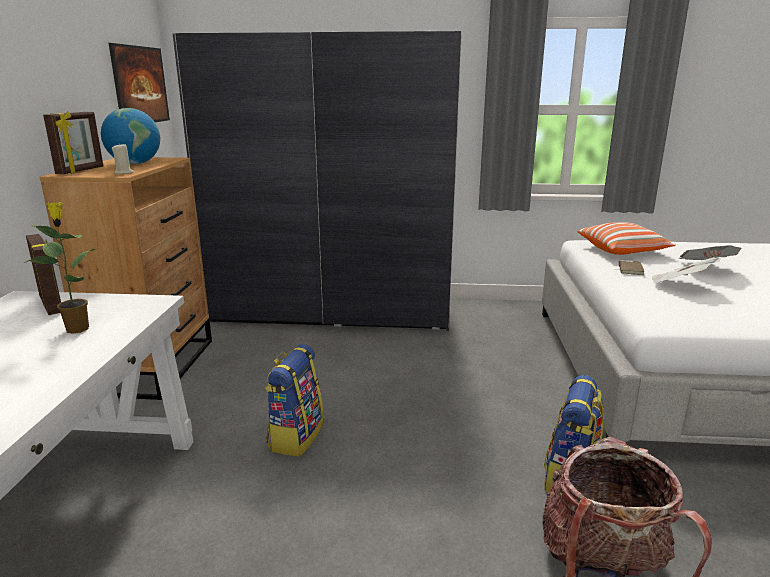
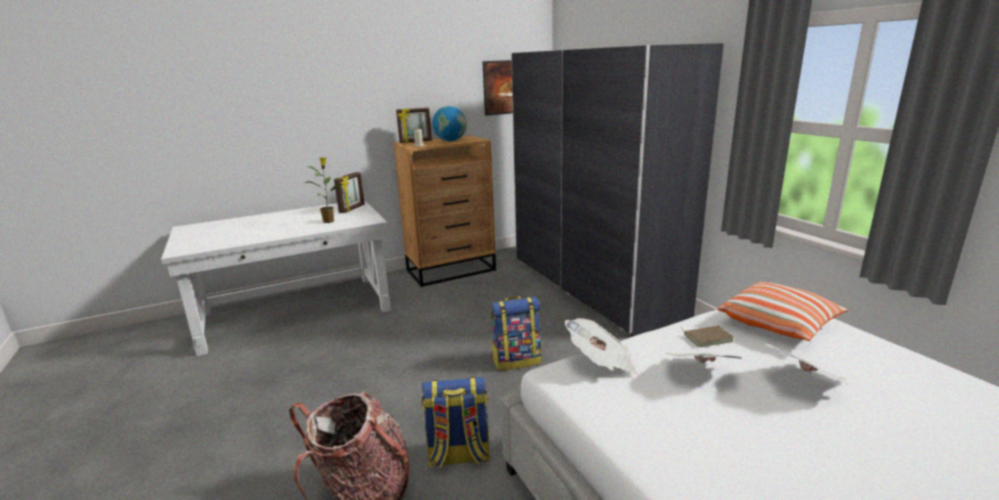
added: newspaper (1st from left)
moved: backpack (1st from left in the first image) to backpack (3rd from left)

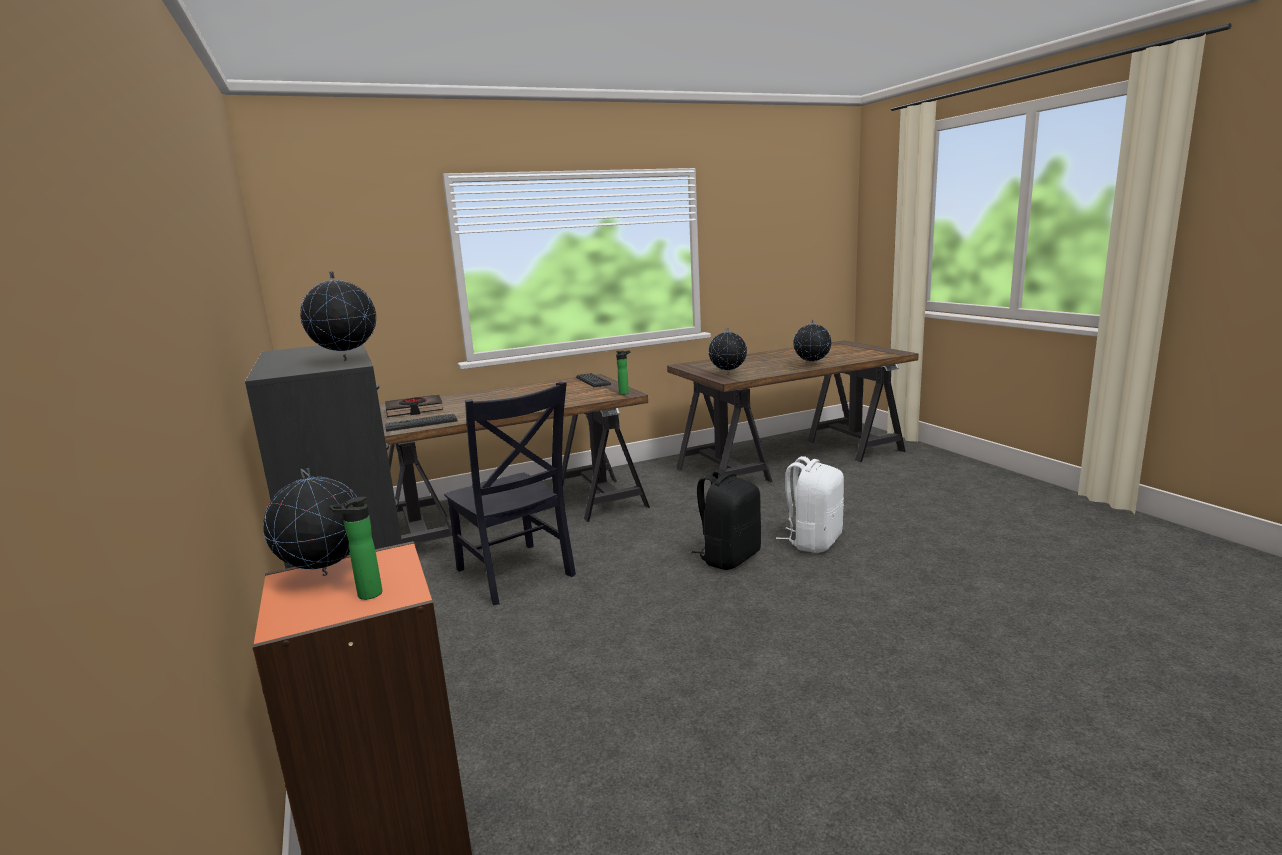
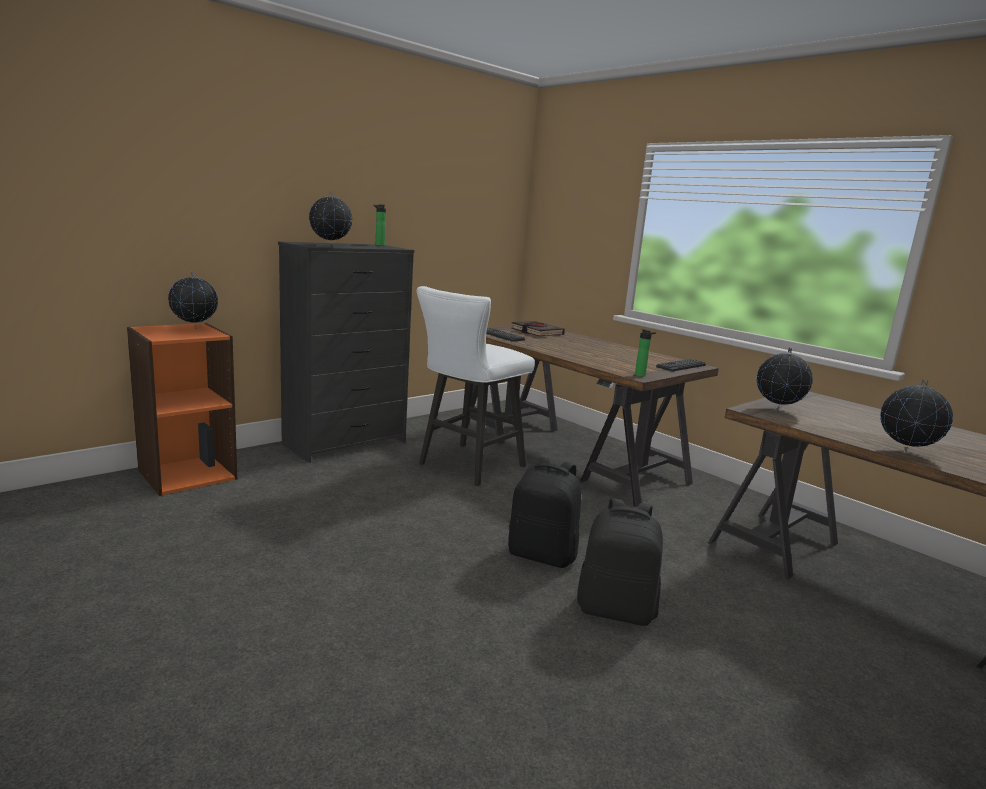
moved: bottle (1st from left)
replaced: black chair to white stool
recoloured: white backpack to black backpack (2nd from left)

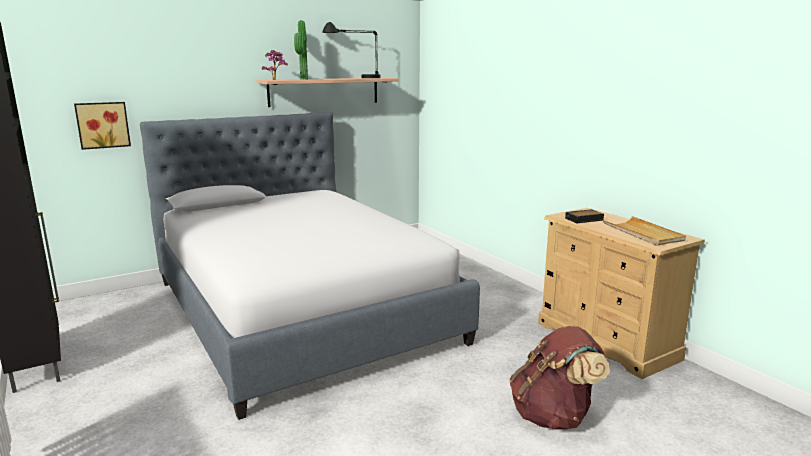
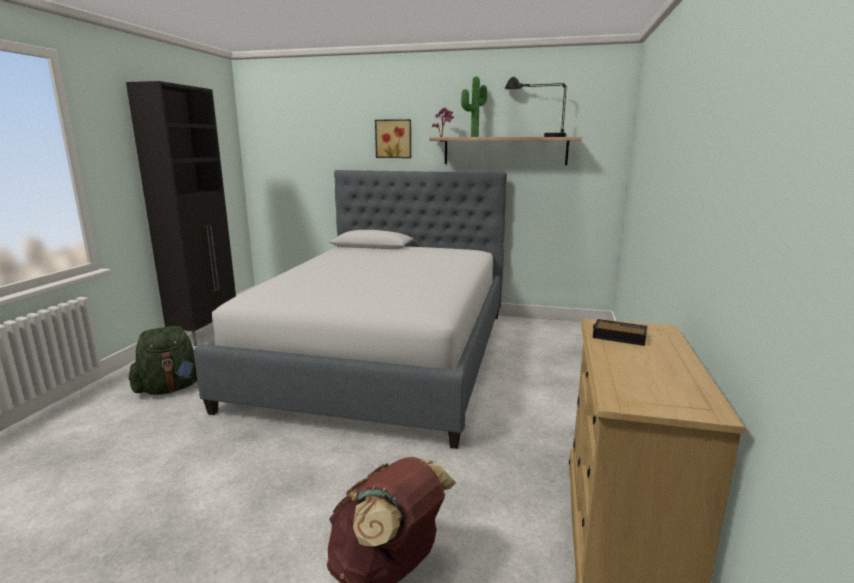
removed: beige tray
added: green backpack
moved: picture

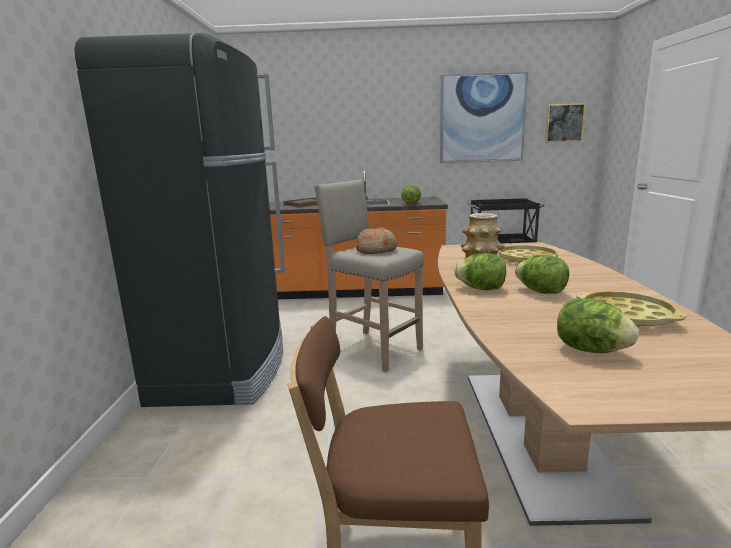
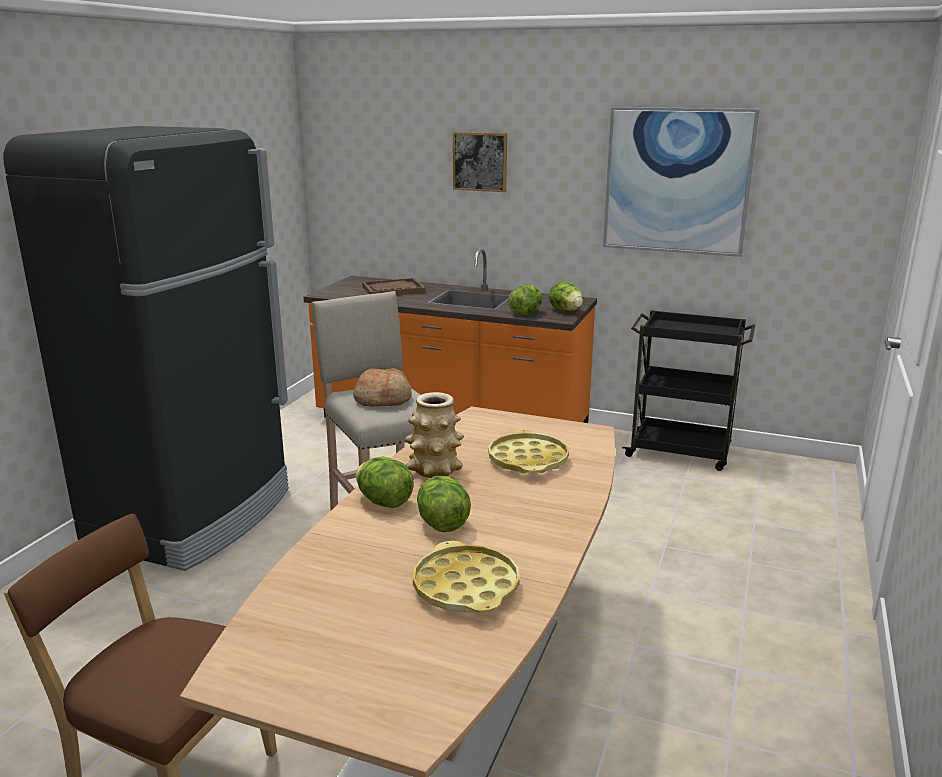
moved: picture (2nd from left in the first image) to picture (1st from left); lettuce (4th from left)

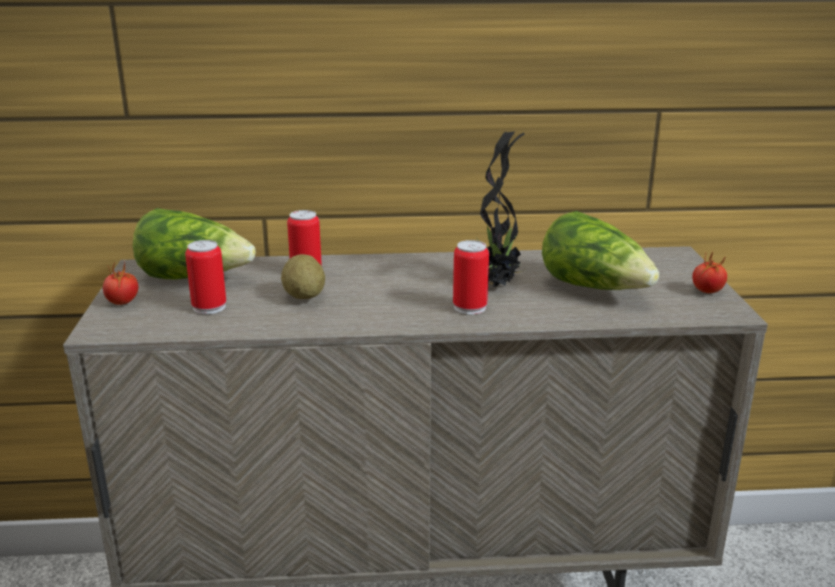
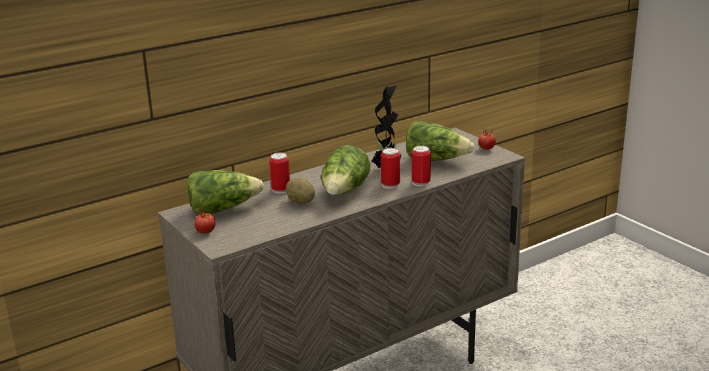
added: lettuce (2nd from left)
moved: can (1st from left in the first image) to can (3rd from left)

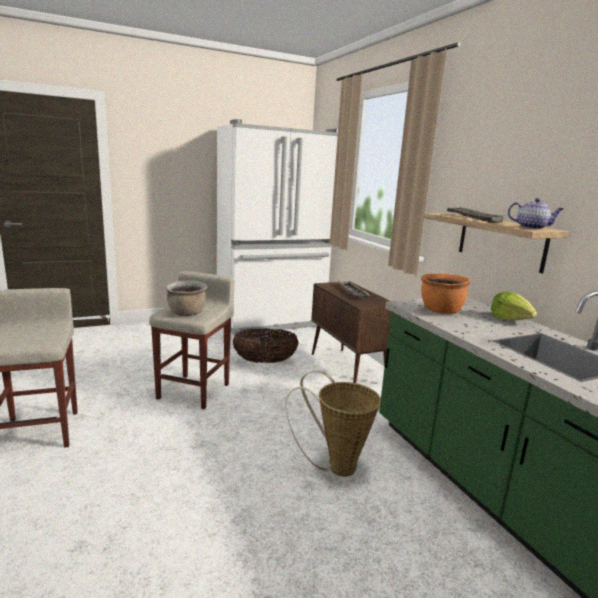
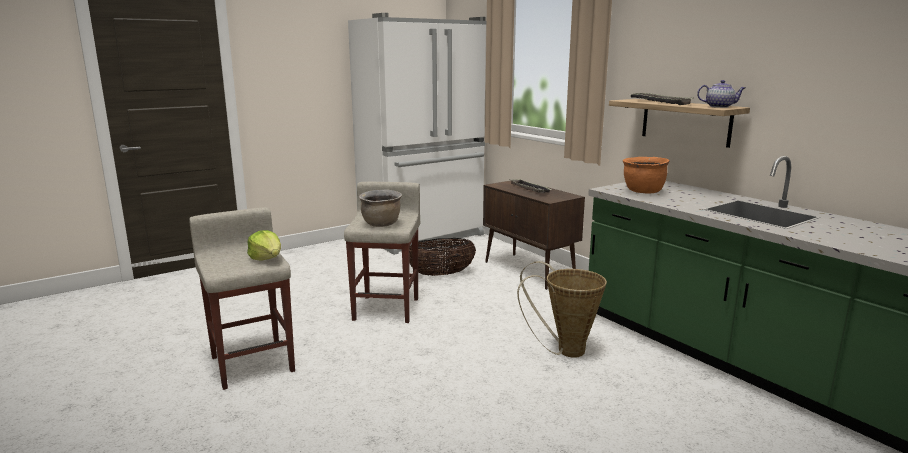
moved: lettuce

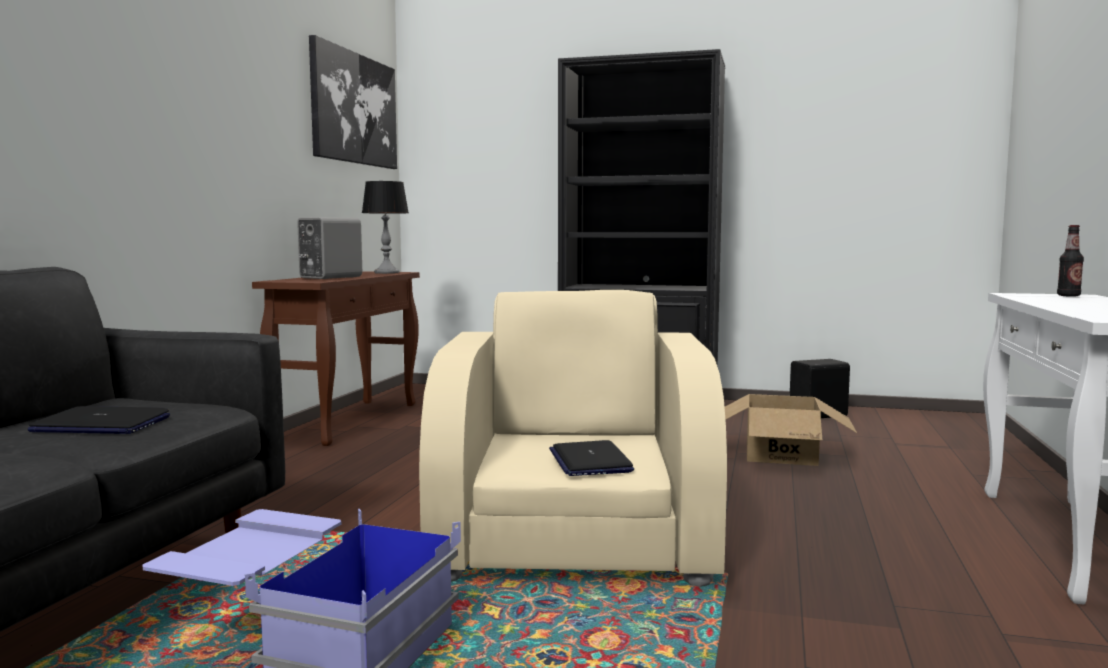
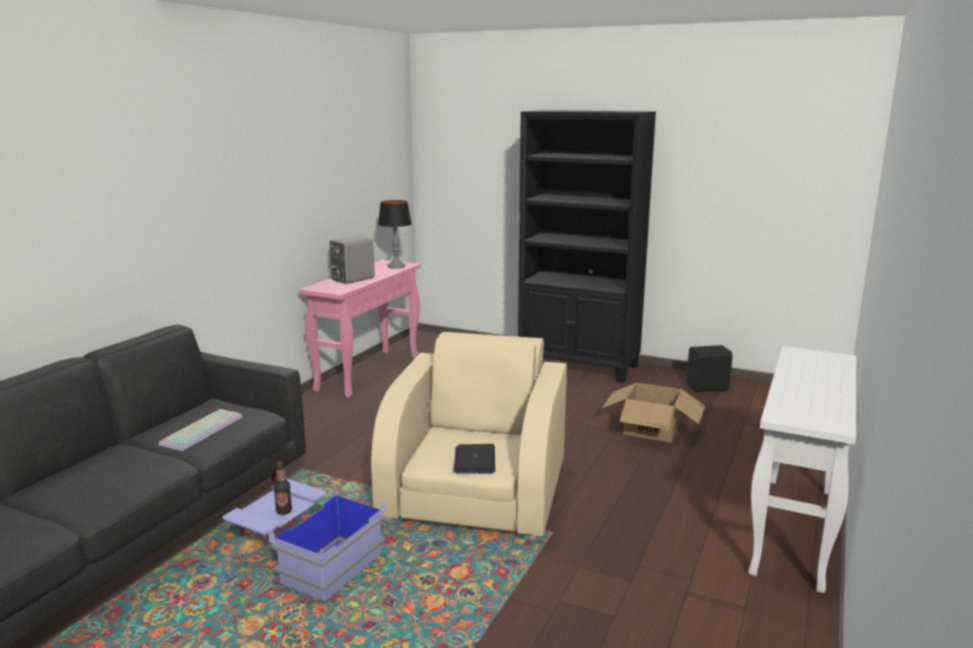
removed: picture
moved: bottle
replaced: laptop (1st from left) to keyboard
recoloured: brown console table to pink console table

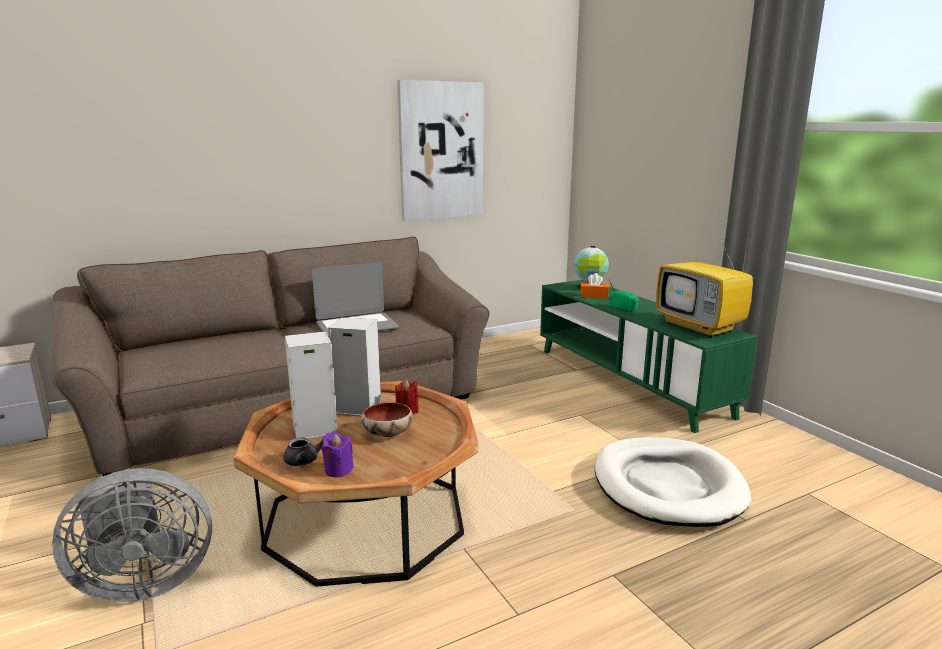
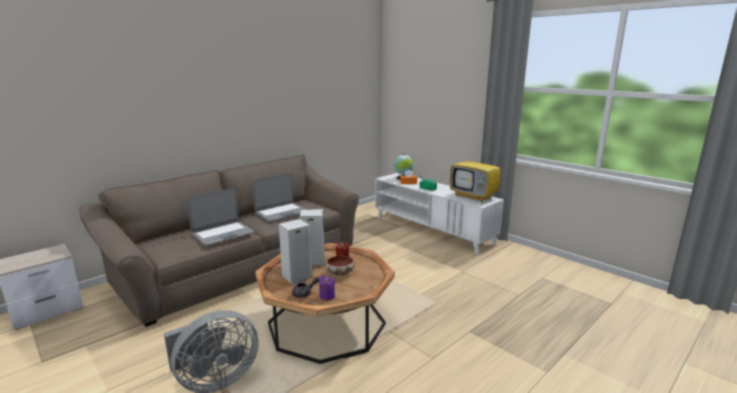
removed: picture; white dog bed
added: laptop (1st from left)
recoloured: green tv stand to white tv stand

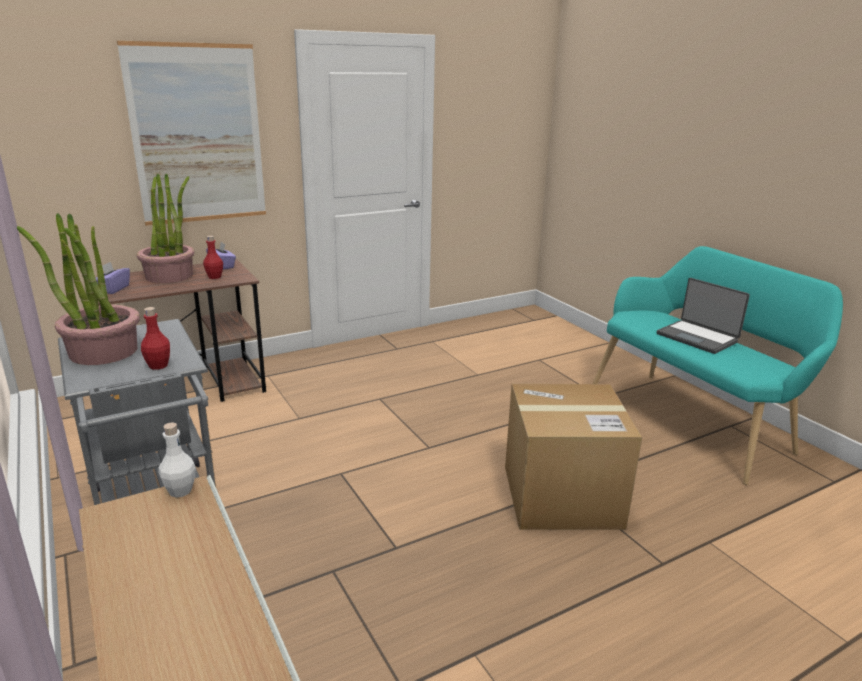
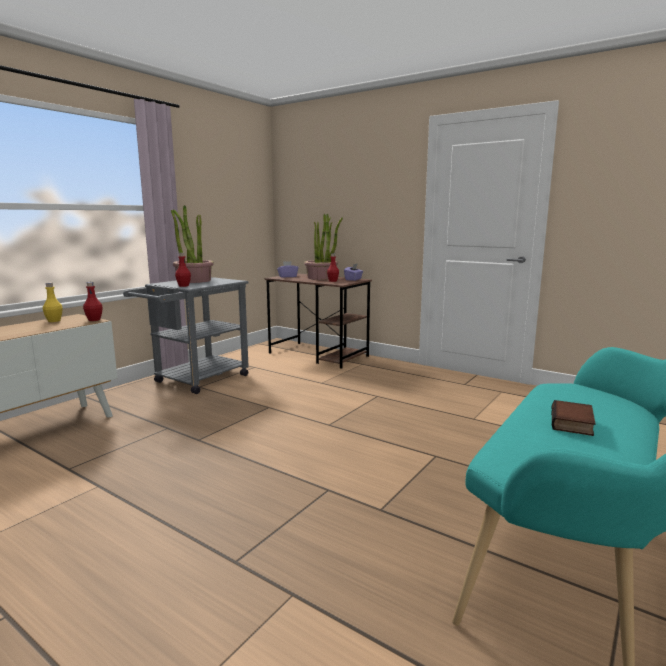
removed: picture; cardboard box
added: yellow bottle
replaced: laptop to book
recoloured: white bottle to red bottle (1st from left)

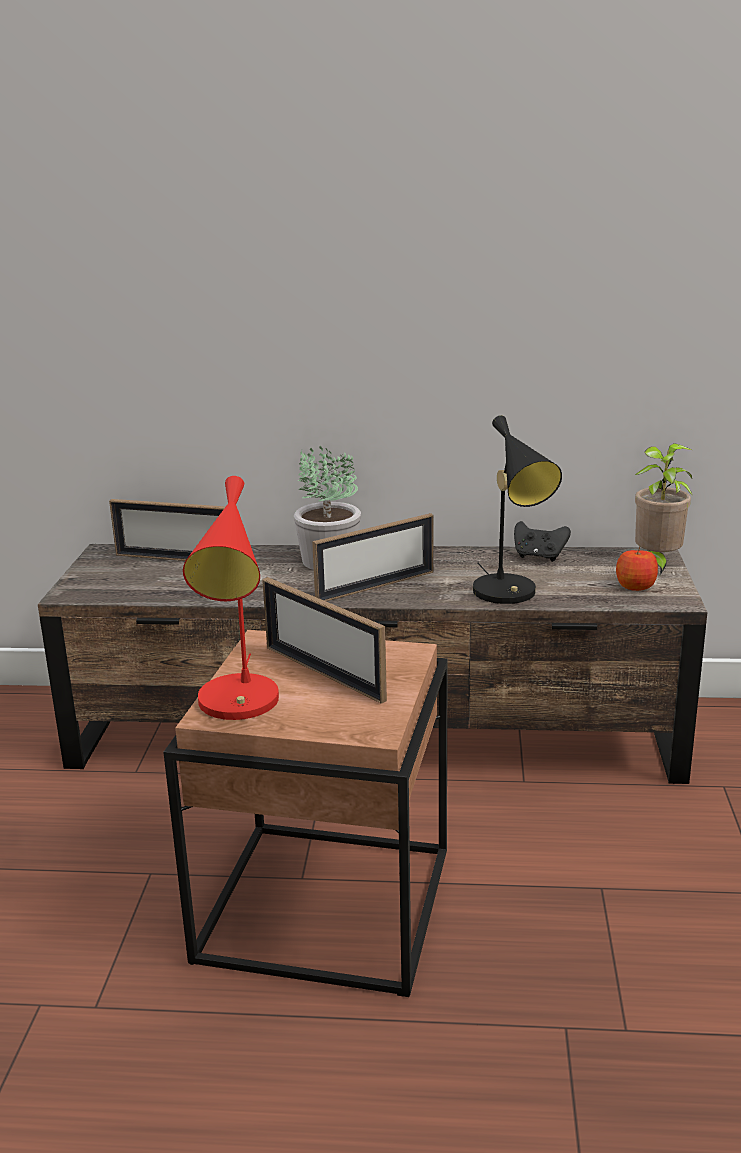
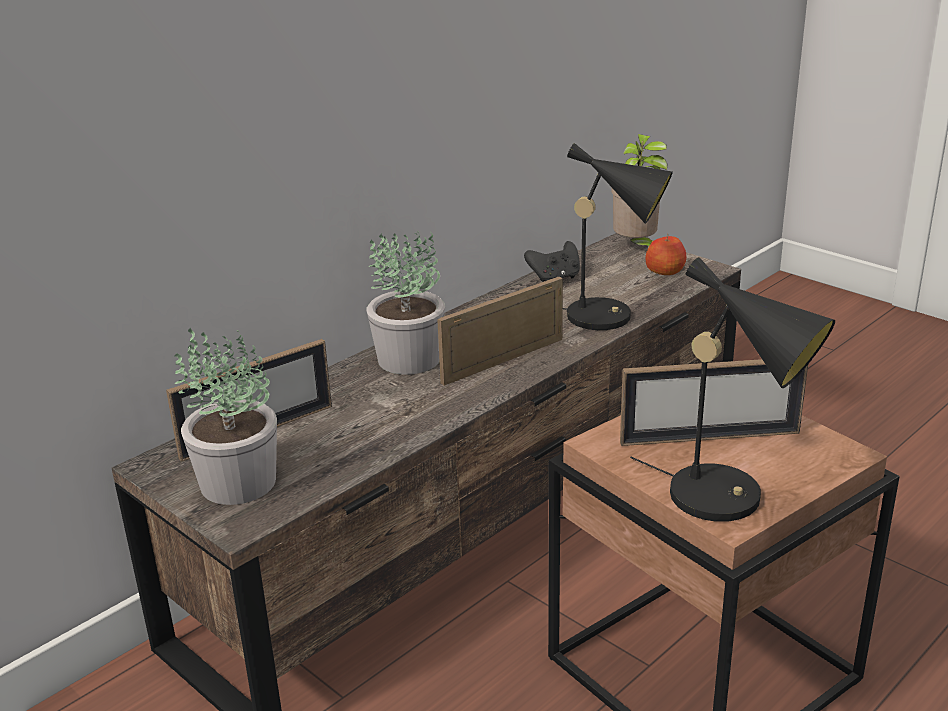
added: potted plant (1st from left)
recoloured: red table lamp to black table lamp (2nd from left)
turned: picture frame (3rd from left in the first image) 135 degrees counterclockwise

